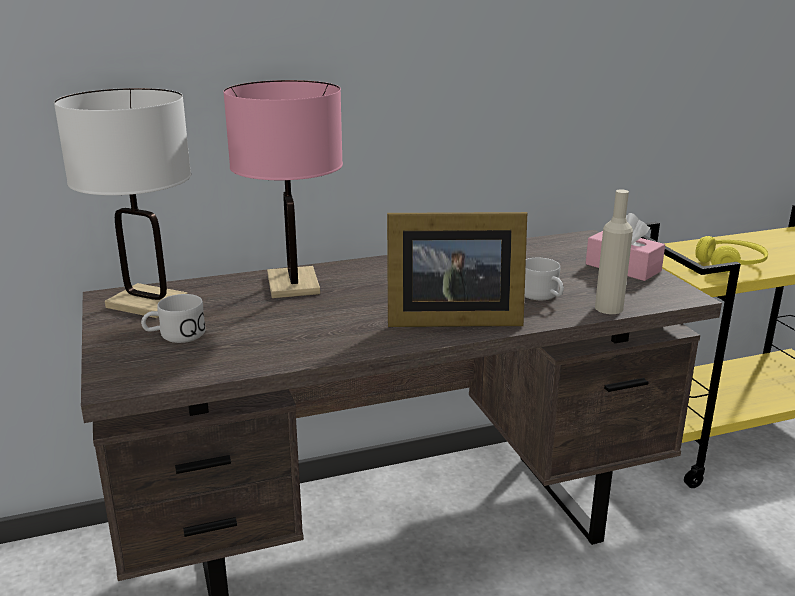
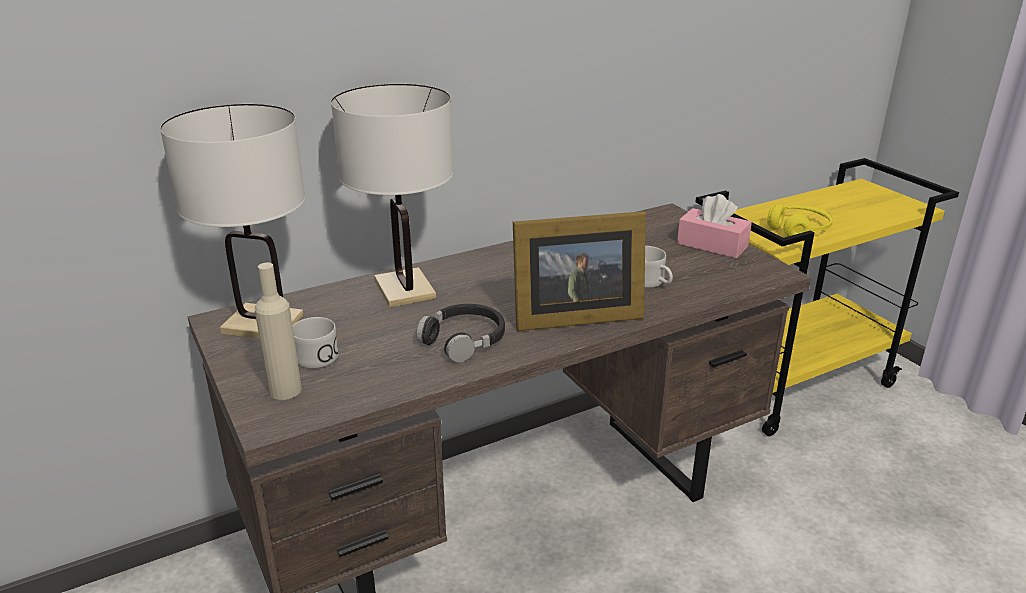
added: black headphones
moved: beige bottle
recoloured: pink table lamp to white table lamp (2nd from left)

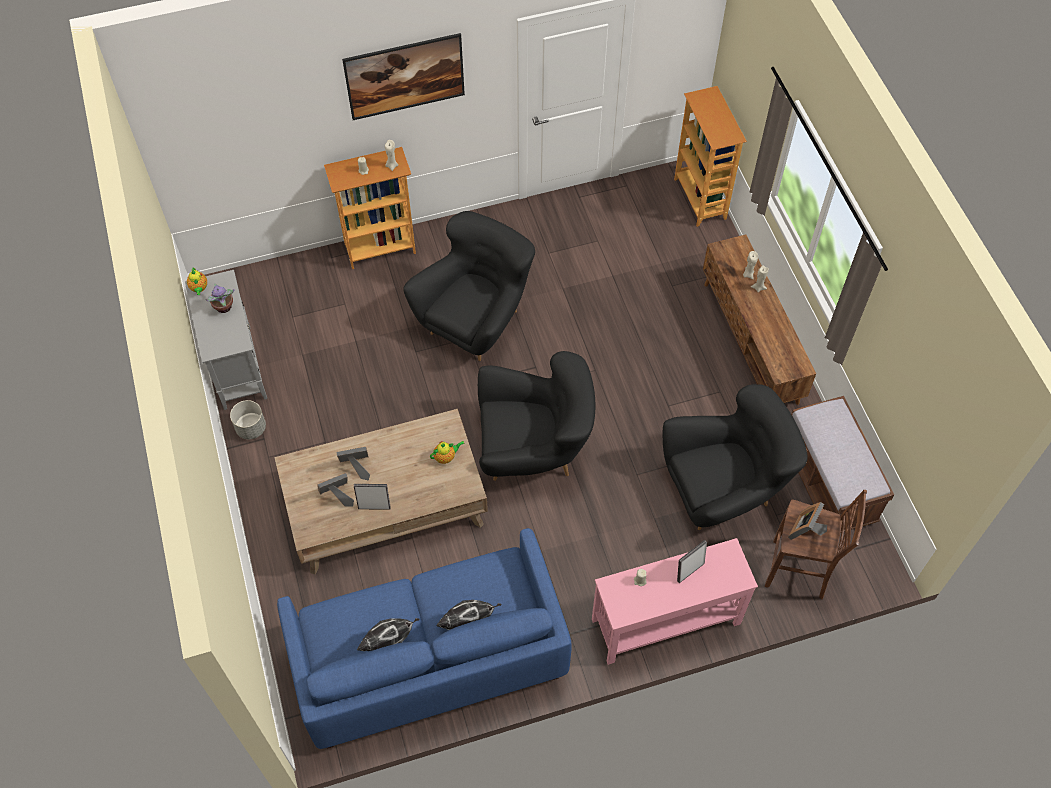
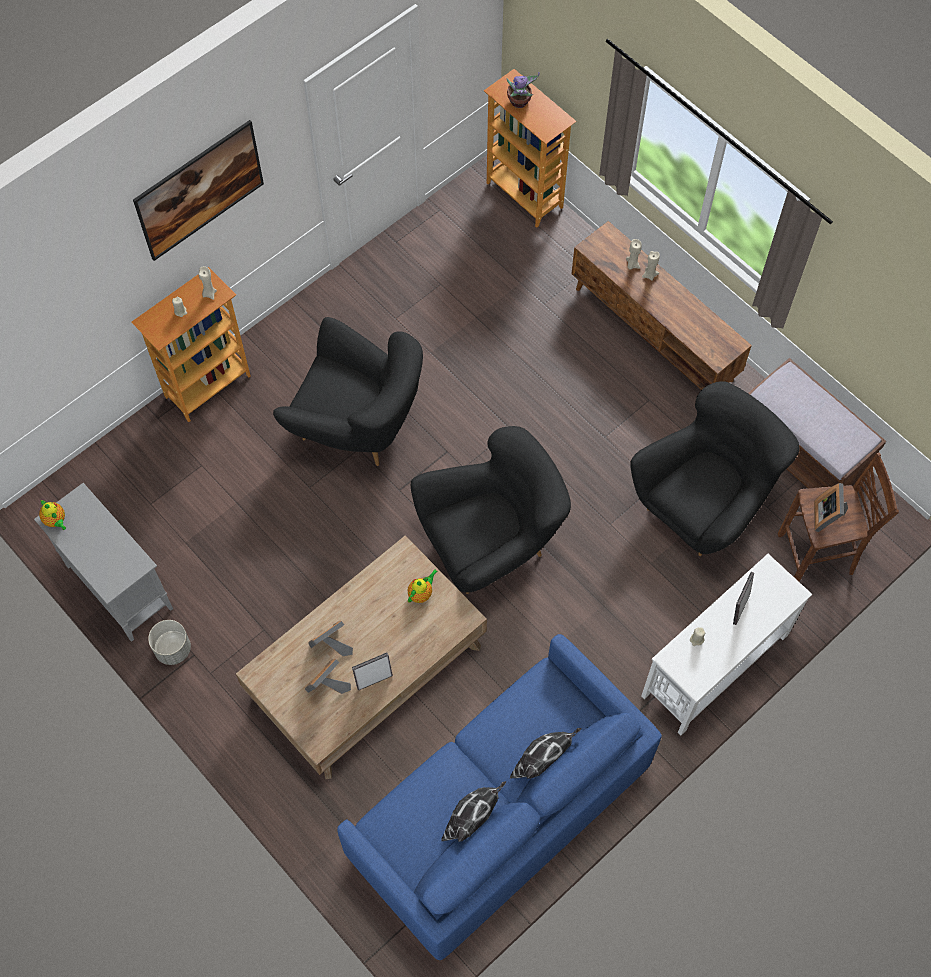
moved: potted plant
recoloured: pink console table to white console table
turned: black armchair (1st from left) 105 degrees clockwise

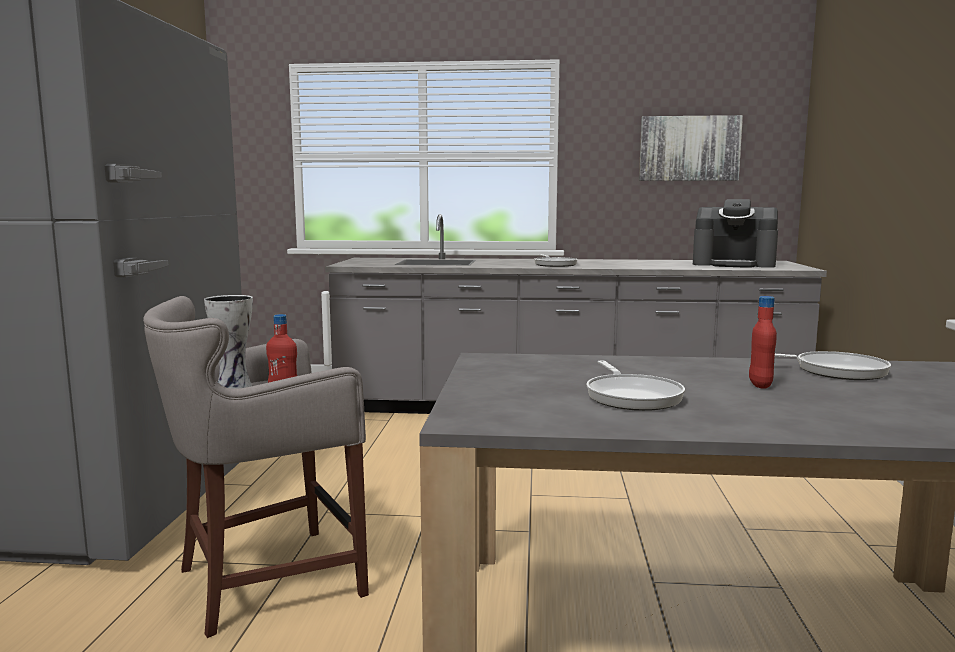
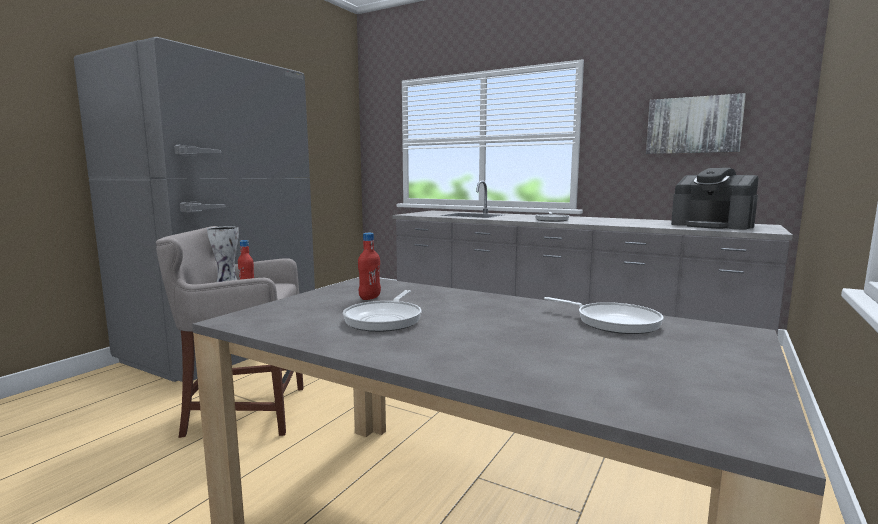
moved: red bottle (2nd from left)

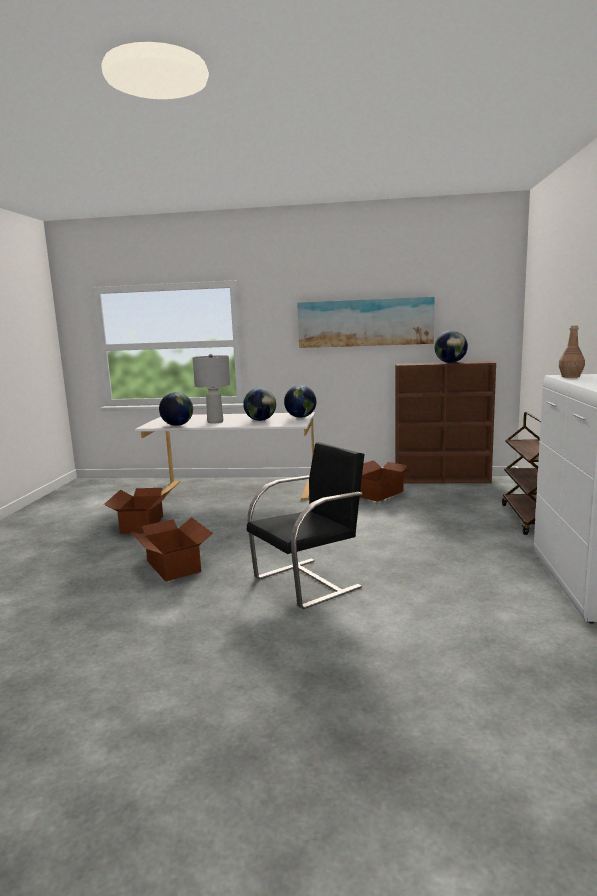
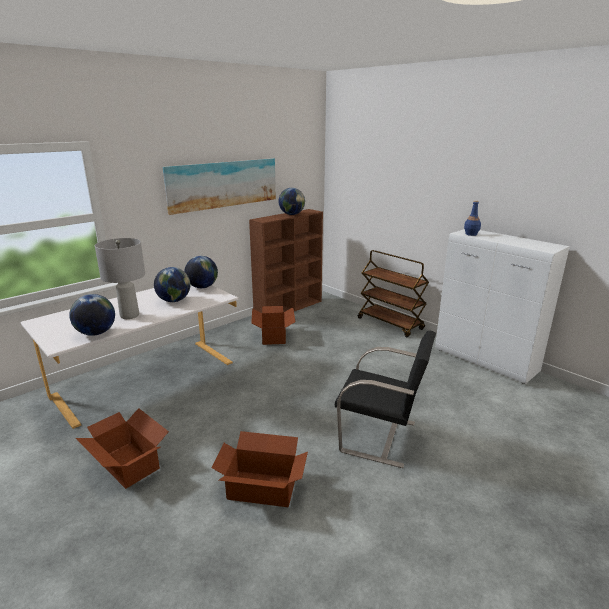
recoloured: brown bottle to blue bottle
turned: black chair 105 degrees clockwise

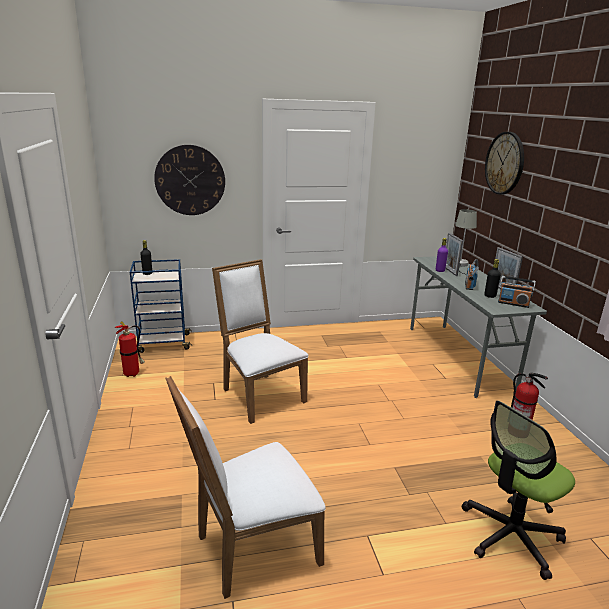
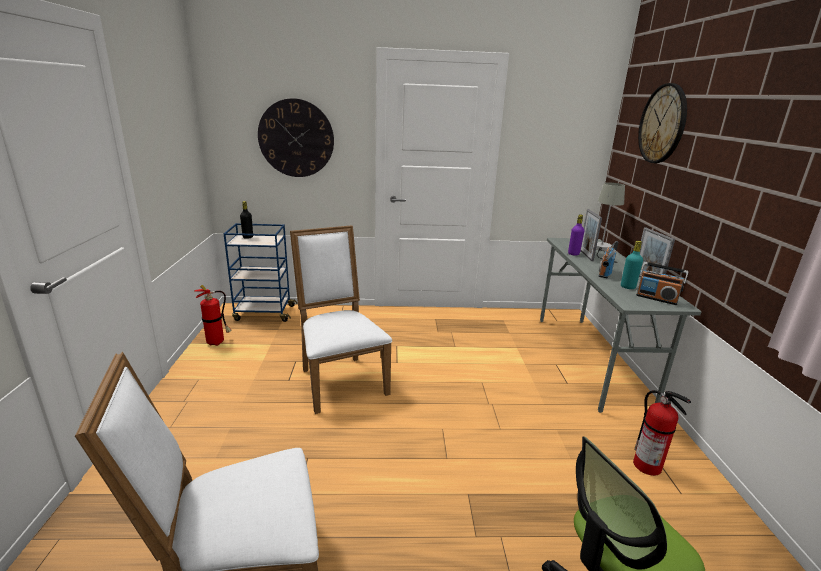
recoloured: black bottle (2nd from left) to turquoise bottle

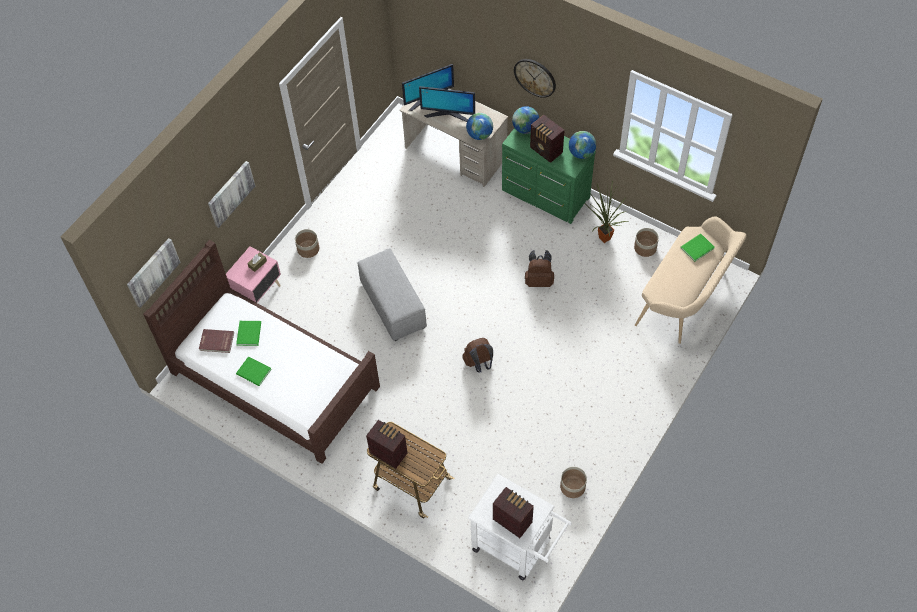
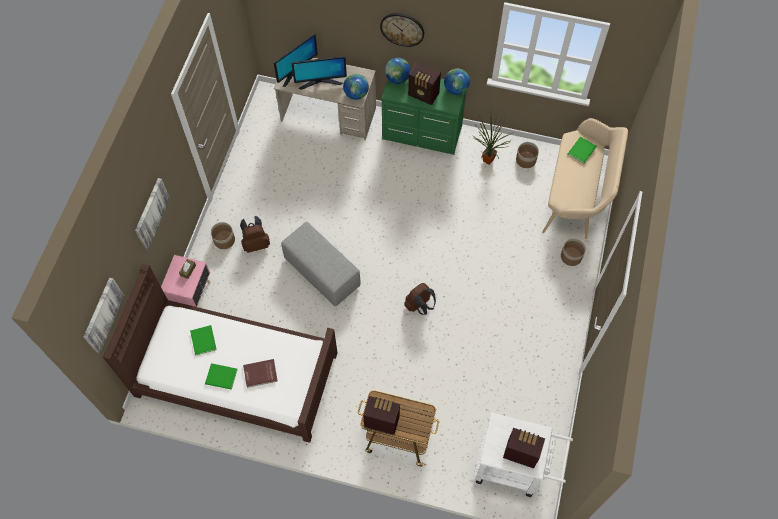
moved: brown backpack (2nd from left in the first image) to brown backpack (1st from left); red book; planter (2nd from left in the first image) to planter (3rd from left)

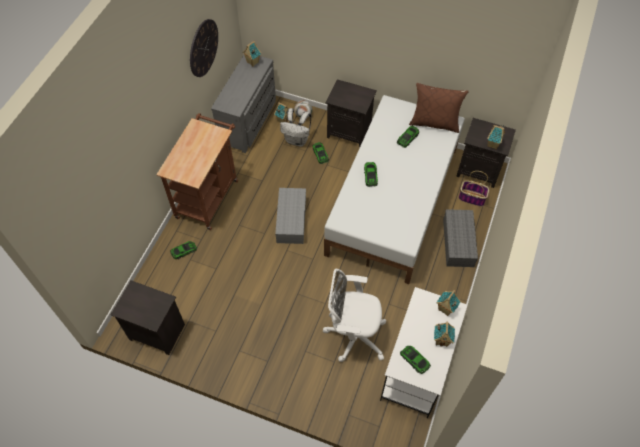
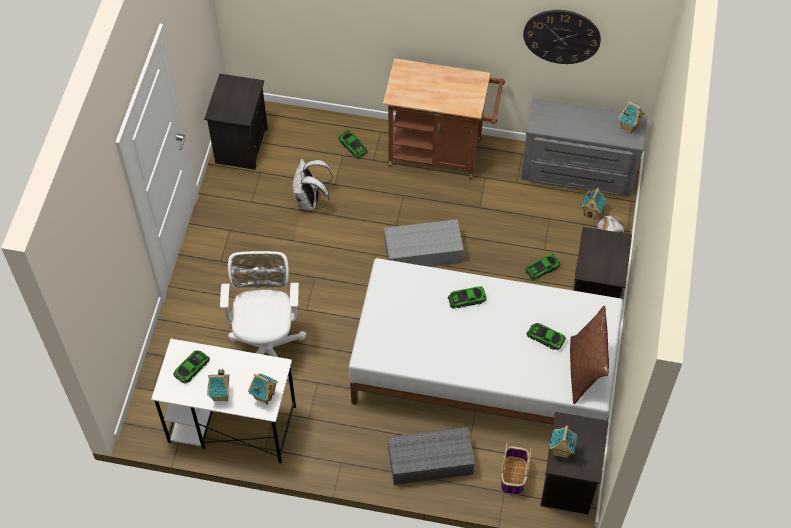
moved: white backpack

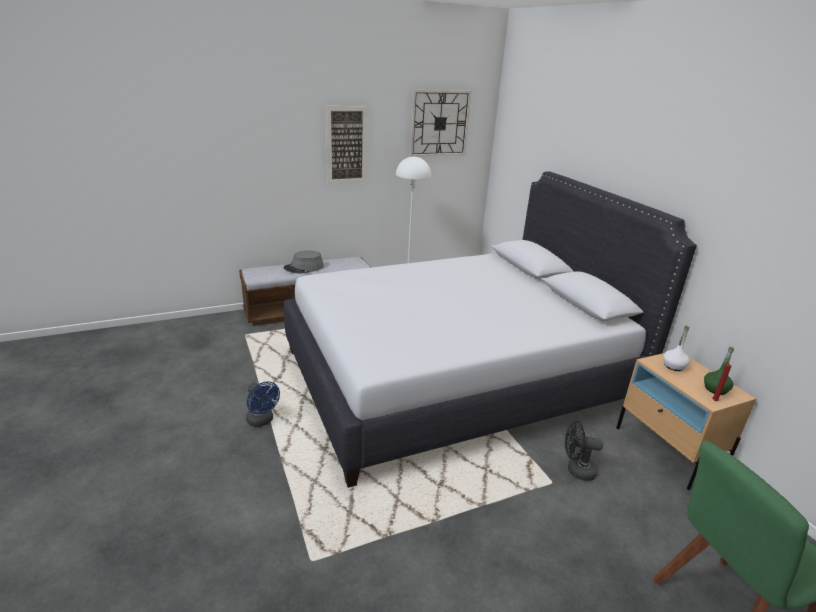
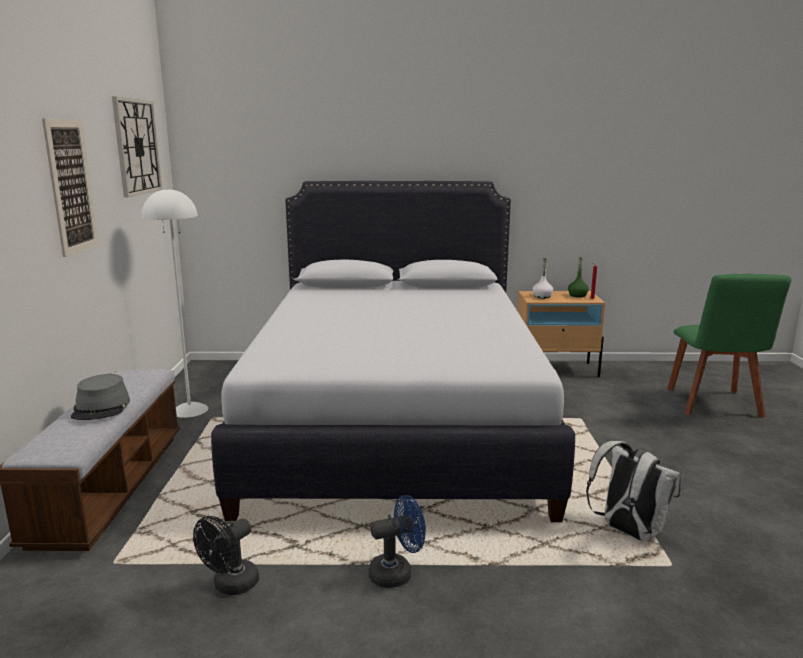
added: white backpack
moved: black fan

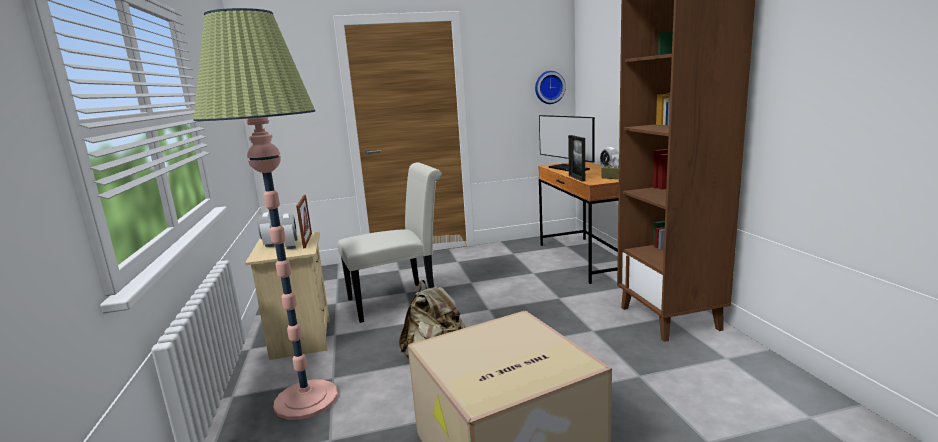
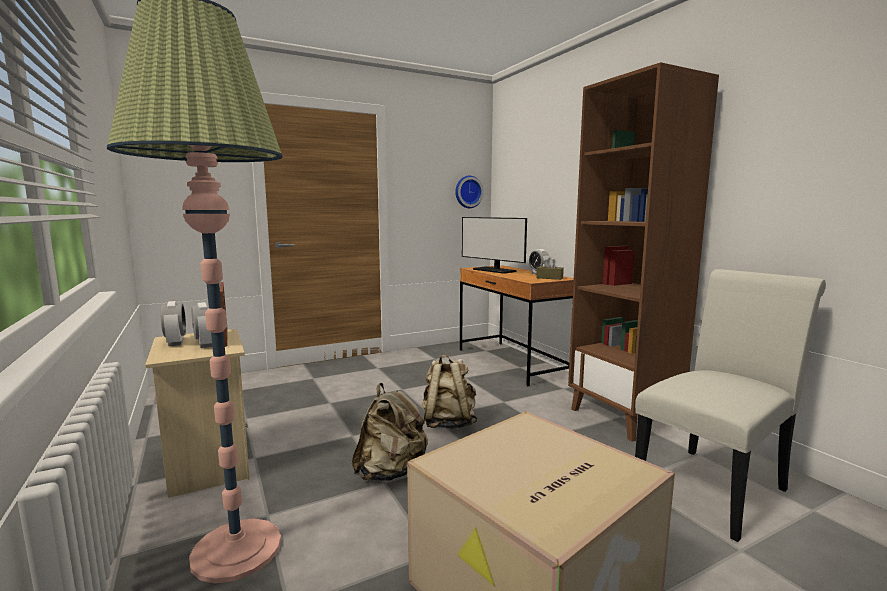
removed: picture frame (2nd from left)
added: beige backpack (2nd from left)
moved: white chair

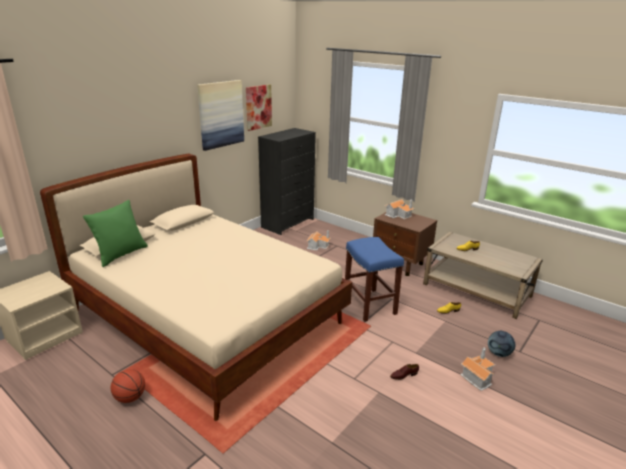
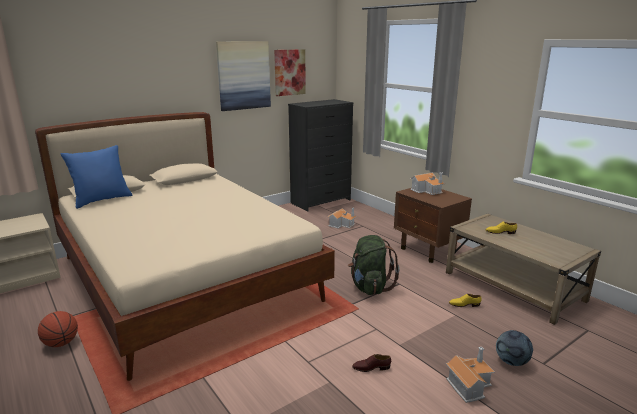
replaced: blue stool to green backpack
recoloured: green pillow to blue pillow

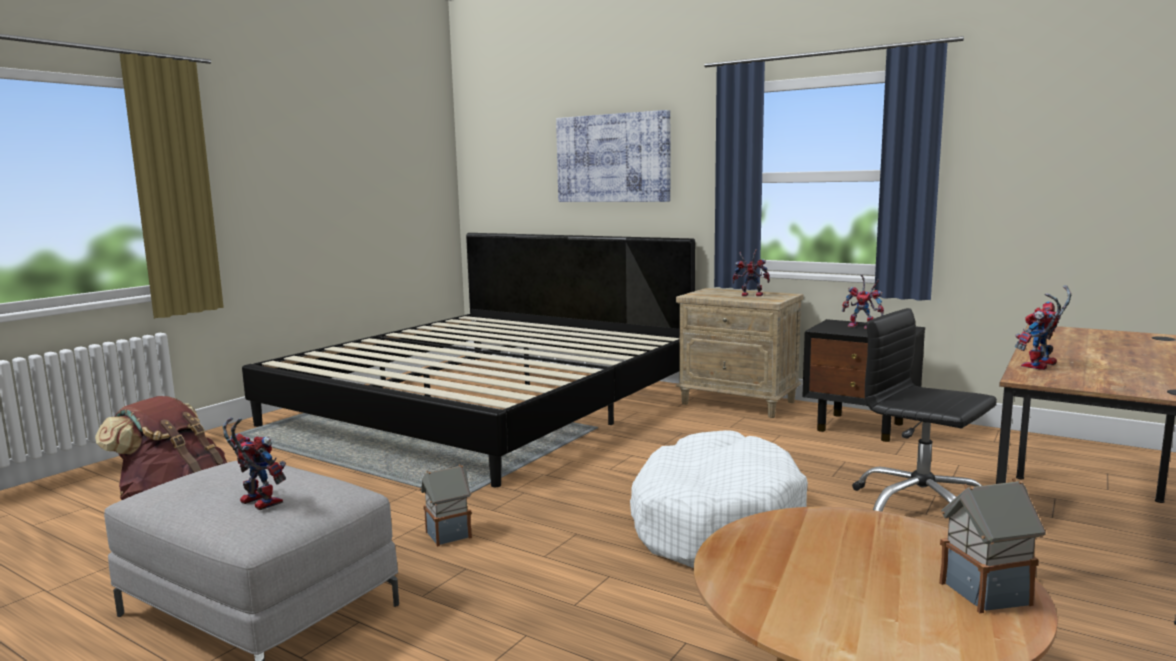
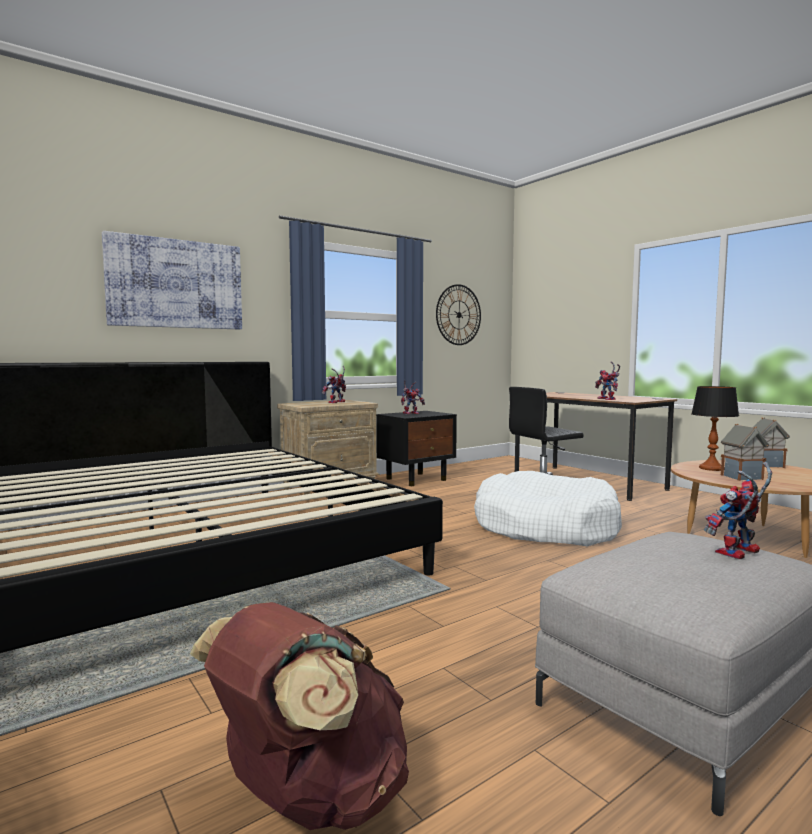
added: wall clock; table lamp
moved: toy house (1st from left)

